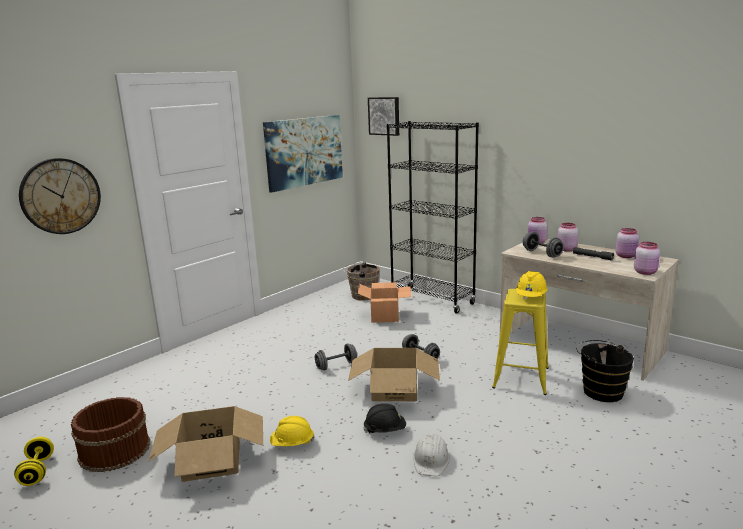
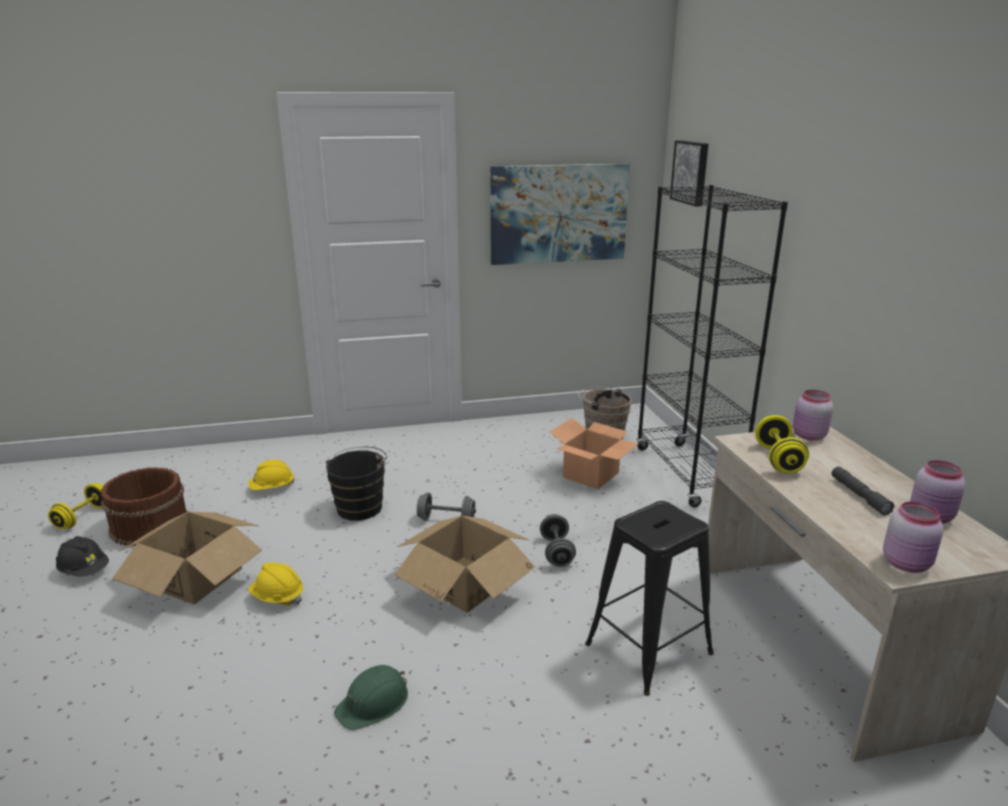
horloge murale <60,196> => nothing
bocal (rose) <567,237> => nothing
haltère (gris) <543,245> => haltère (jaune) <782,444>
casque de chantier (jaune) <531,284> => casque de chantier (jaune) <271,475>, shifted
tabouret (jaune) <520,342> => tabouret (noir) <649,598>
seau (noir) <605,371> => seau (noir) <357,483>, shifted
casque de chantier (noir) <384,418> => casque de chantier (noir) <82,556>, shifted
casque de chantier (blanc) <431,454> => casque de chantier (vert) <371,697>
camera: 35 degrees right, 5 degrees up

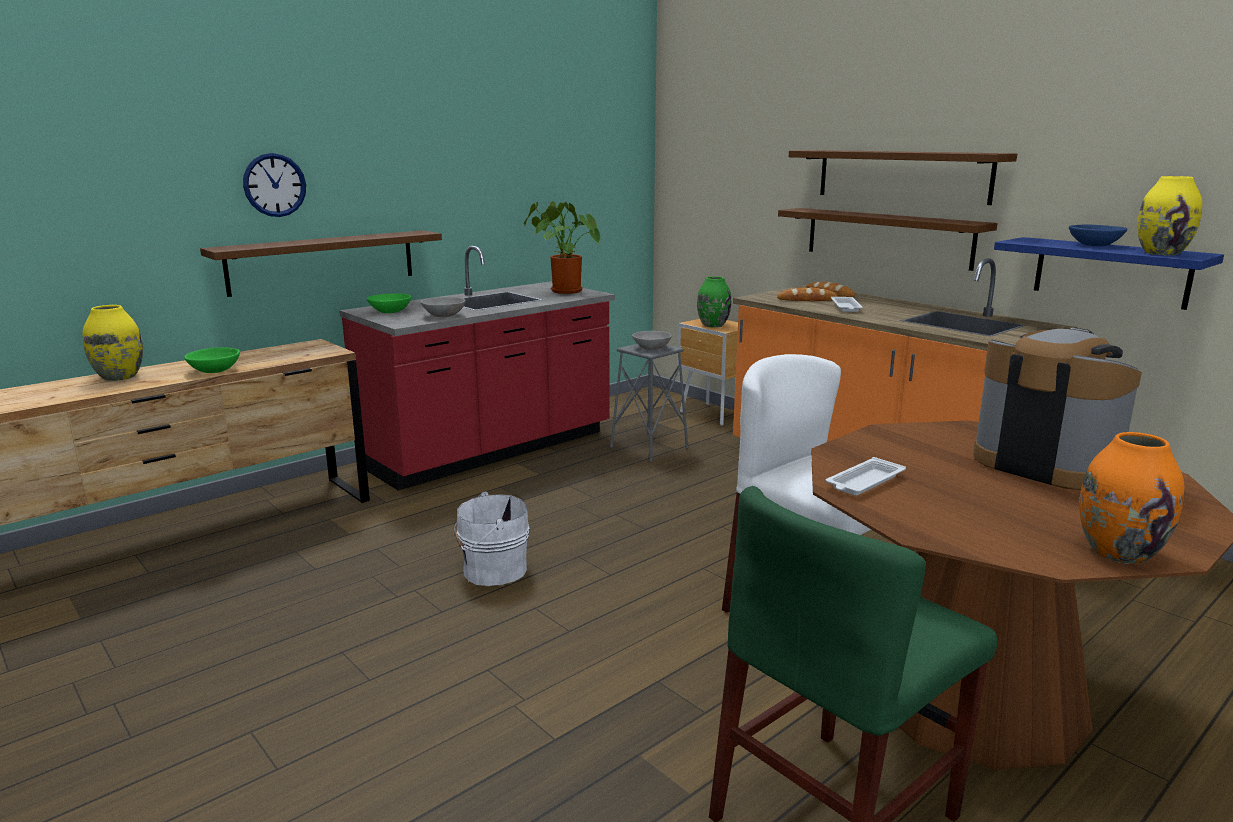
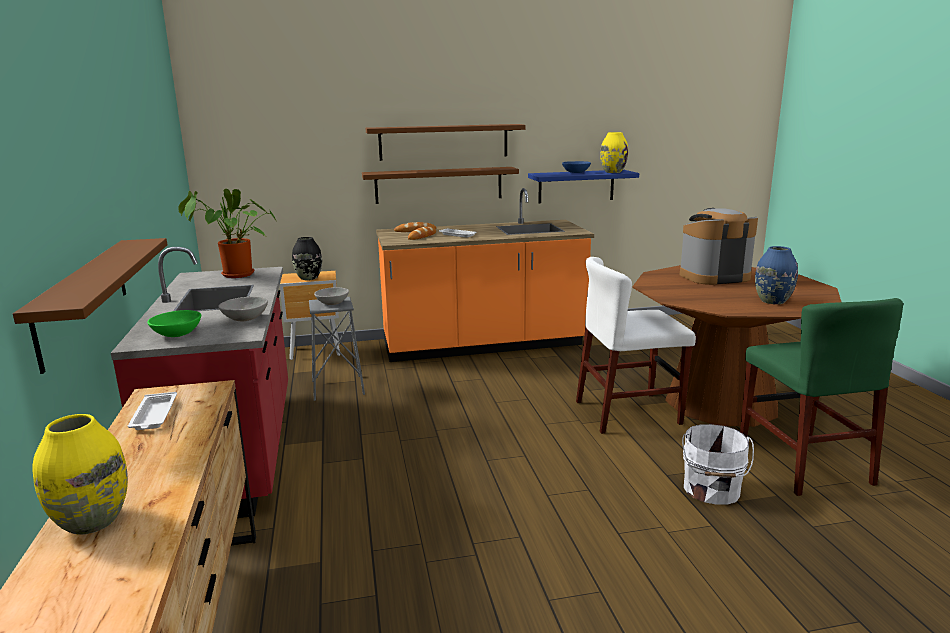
horloge murale <274,185> => nothing
vase (vert) <714,302> => vase (noir) <307,258>
bol (vert) <212,360> => nothing
vase (orange) <1131,498> => nothing
plateau (blanc) <866,476> => plateau (blanc) <152,411>, shifted
seau (blanc) <492,539> => seau (blanc) <718,464>, shifted
nothing => vase (bleu) <776,275>
camera: 60 degrees left, 0 degrees up

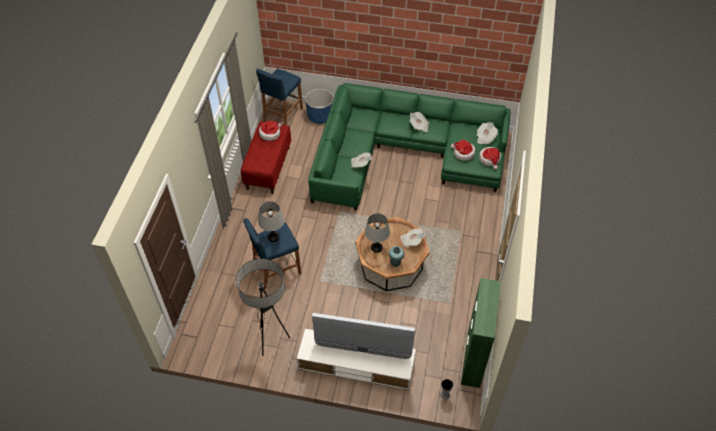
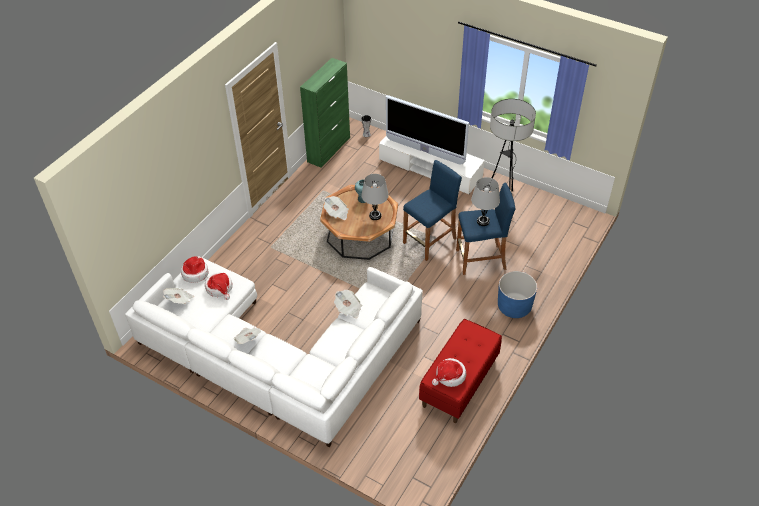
tabouret (bleu) <279,97> => tabouret (bleu) <432,210>, shifted
canapé (vert) <409,147> => canapé (blanc) <274,351>
cache-pot (bleu) <319,106> => cache-pot (bleu) <517,294>, shifted
camera: 160 degrees left, 5 degrees down

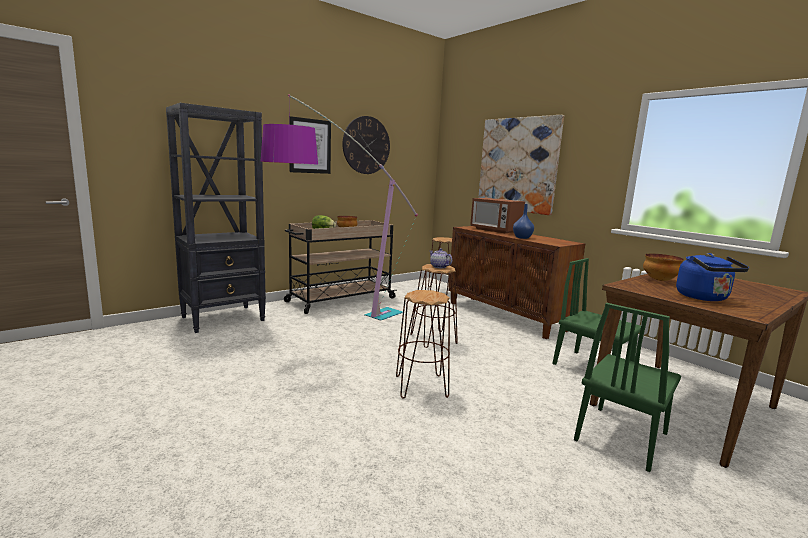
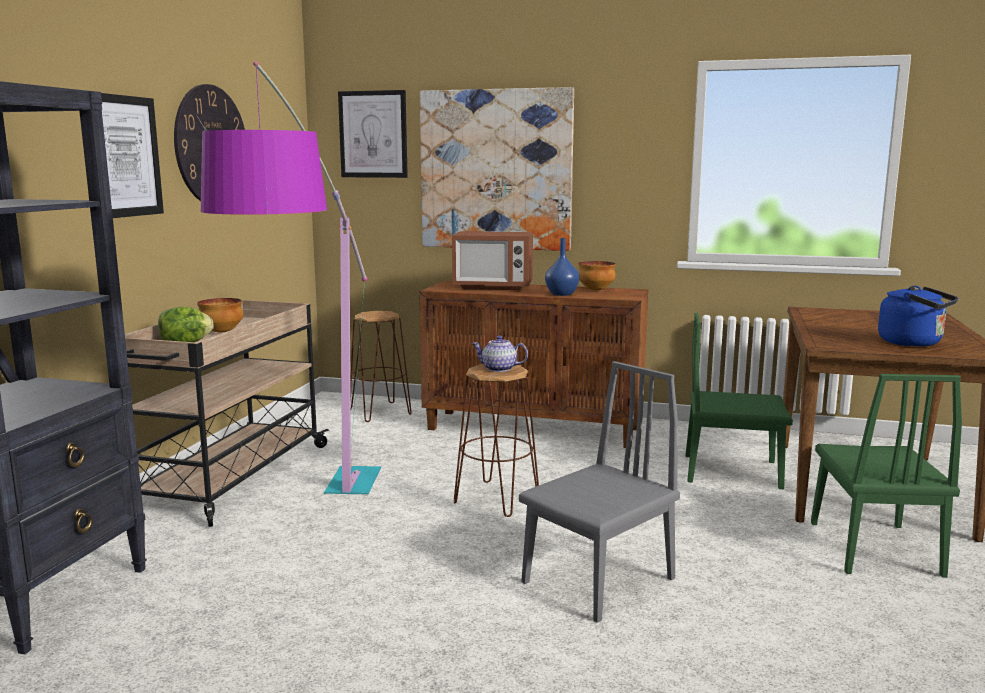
bol <663,267> => bol <597,276>, shifted
tabouret (marron) <423,344> => chaise (gris) <599,492>
nothing => tableau <373,134>
camera: 35 degrees left, 0 degrees up

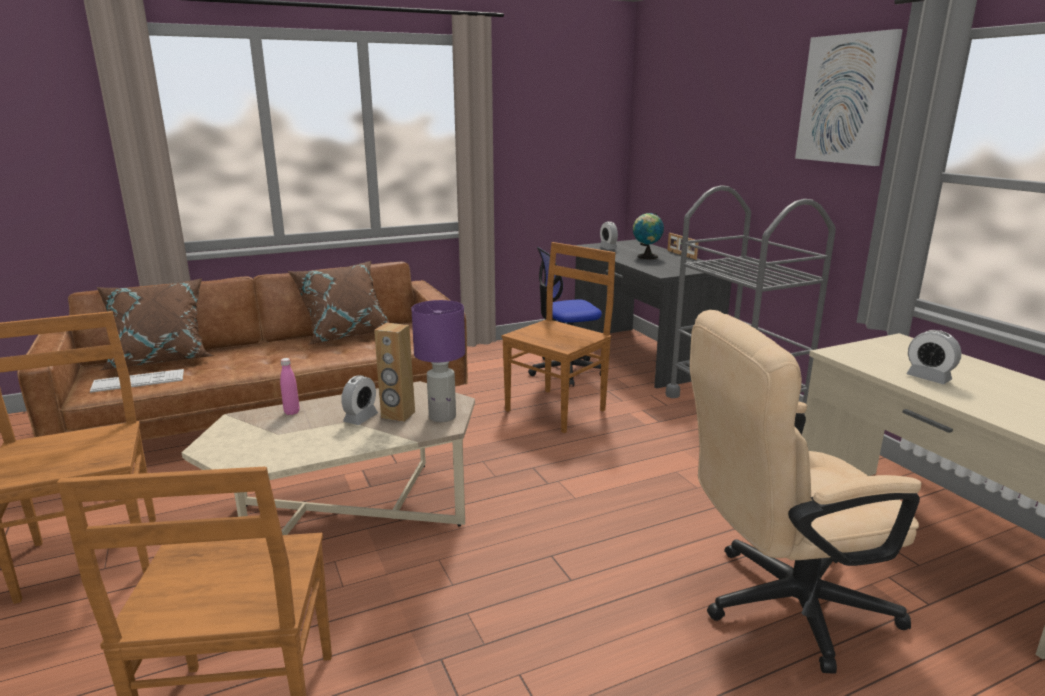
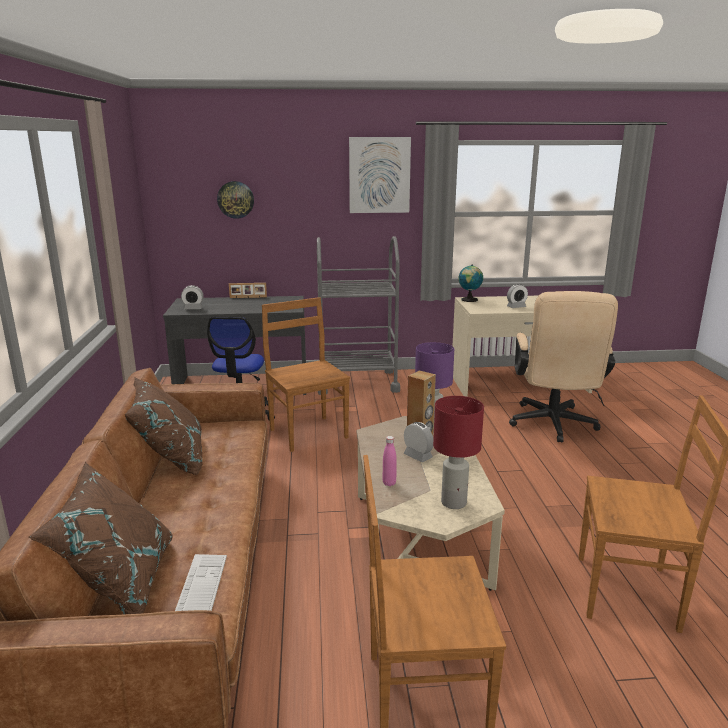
globe <648,236> => globe <470,283>, shifted
nothing => horloge murale <235,200>
nothing => lampe de table (rouge) <458,452>
camera: 70 degrees left, 0 degrees up

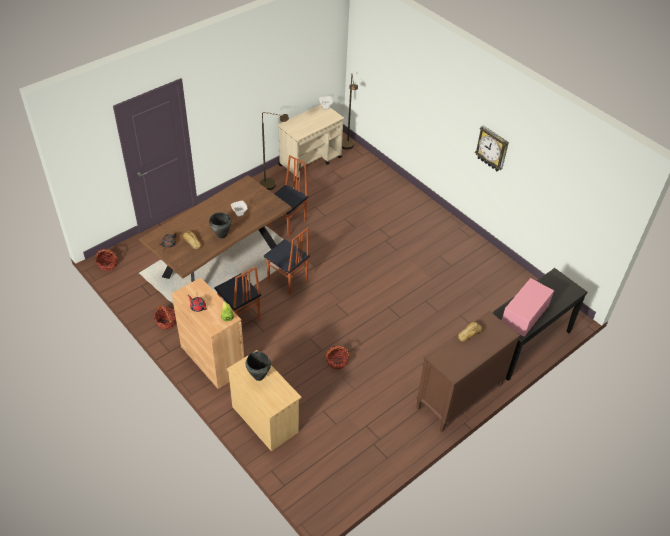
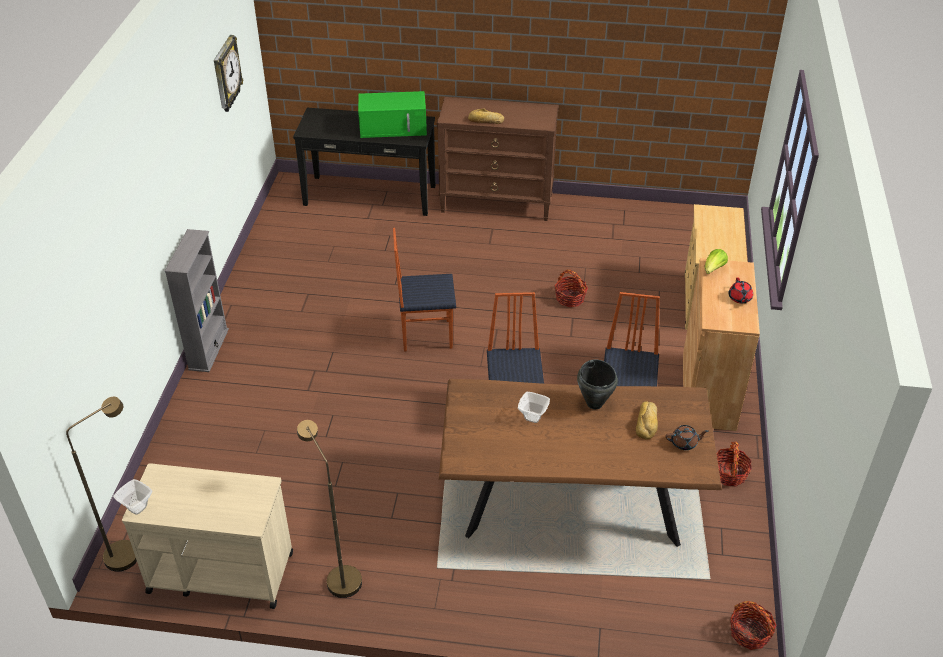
horloge murale <492,148> => horloge murale <228,73>, shifted
chaise <288,195> => chaise <424,289>, shifted
micro-ondes (rose) <528,307> => micro-ondes (vert) <392,114>
marmite (noir) <258,366> => nothing
nothing => bibliothèque (gris) <197,300>
camera: 130 degrees left, 5 degrees down

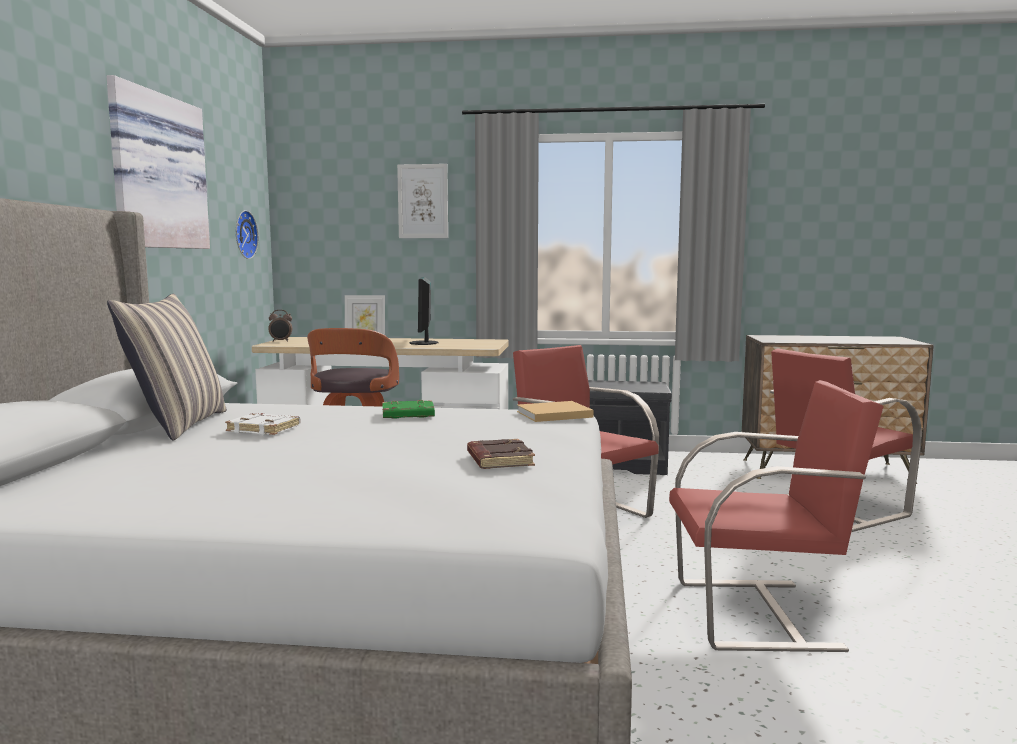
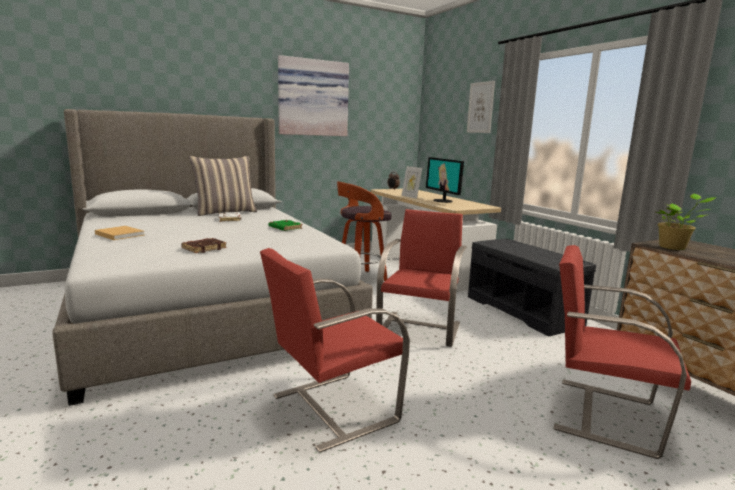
horloge murale <247,234> => nothing
écran d'ordinateur <423,311> => écran d'ordinateur <445,180>, 75 degrees counterclockwise
chaise (rouge) <776,516> => chaise (rouge) <335,350>, 90 degrees clockwise
livre (beige) <555,411> => livre (beige) <119,233>, shifted
nothing => plante en pot <686,222>
camera: 55 degrees right, 5 degrees up

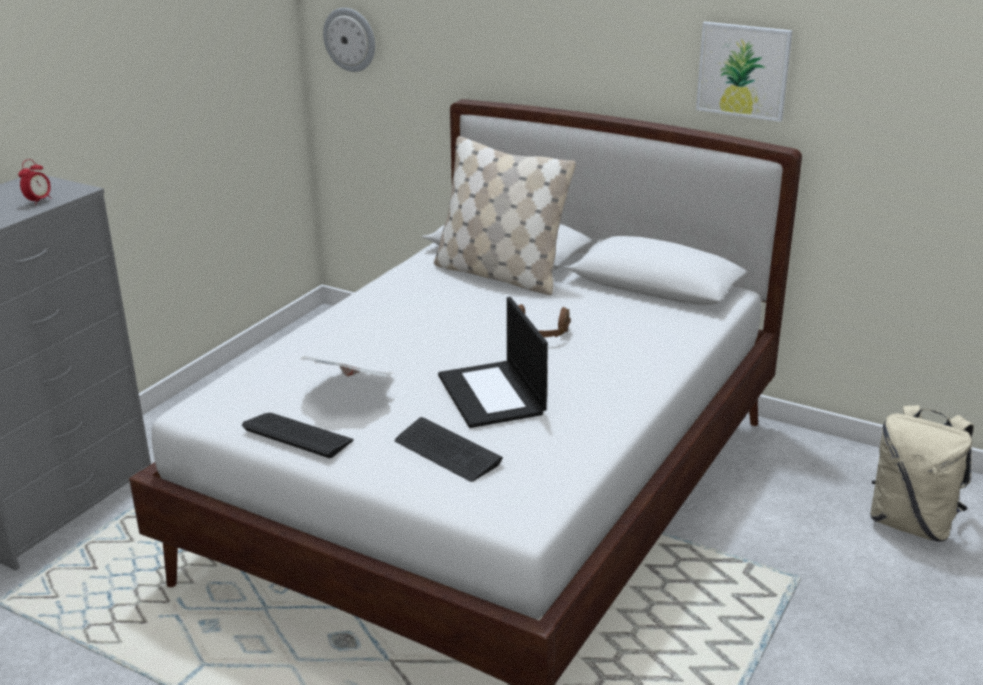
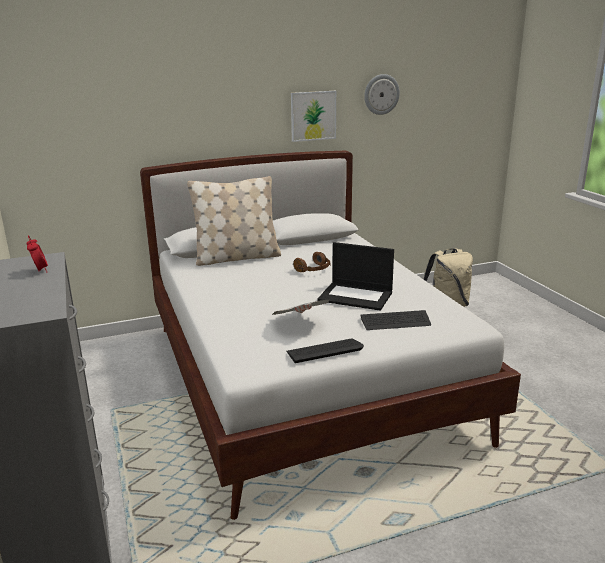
horloge murale <349,40> => horloge murale <382,94>, shifted
camera: 50 degrees left, 5 degrees down

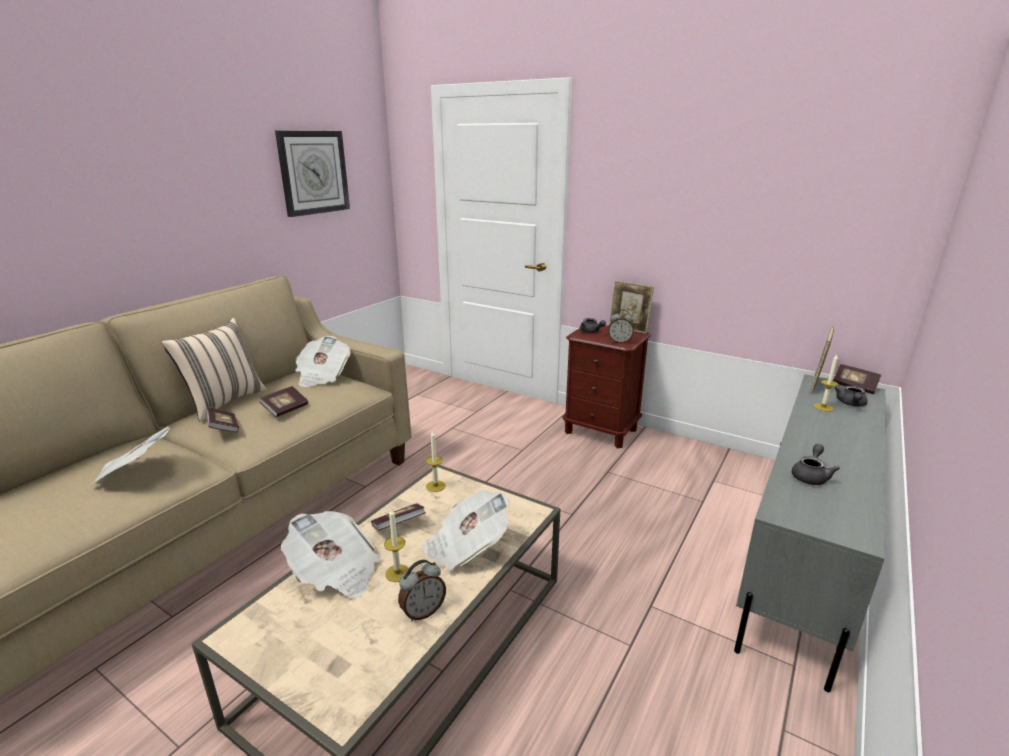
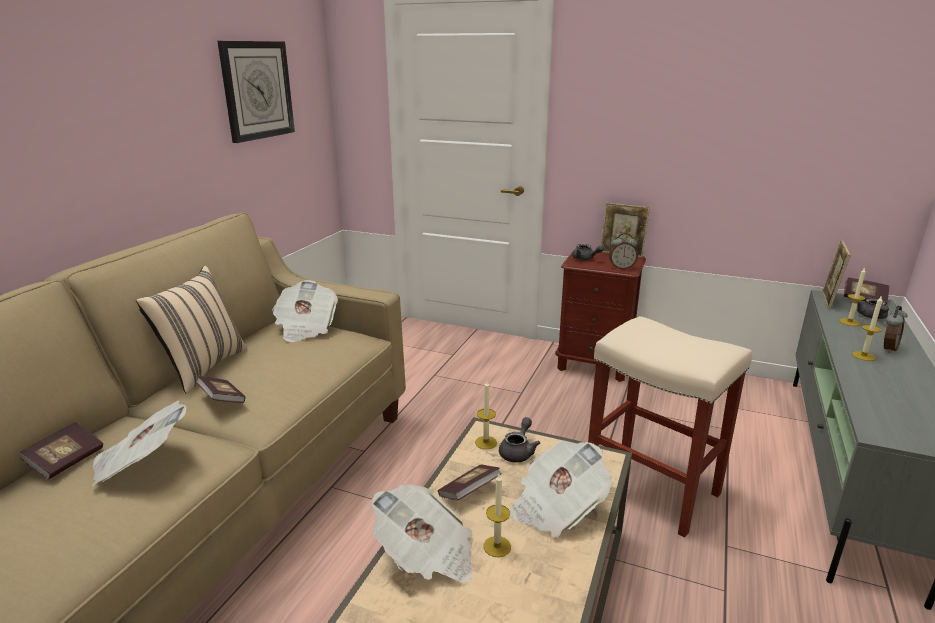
livre <284,401> => livre <61,450>, shifted
théière (gris) <816,464> => théière (gris) <519,440>, shifted
réveil <422,590> => réveil <896,329>, shifted
nothing => bougie <867,328>
nothing => tabouret (beige) <670,427>
camera: 10 degrees left, 0 degrees up

